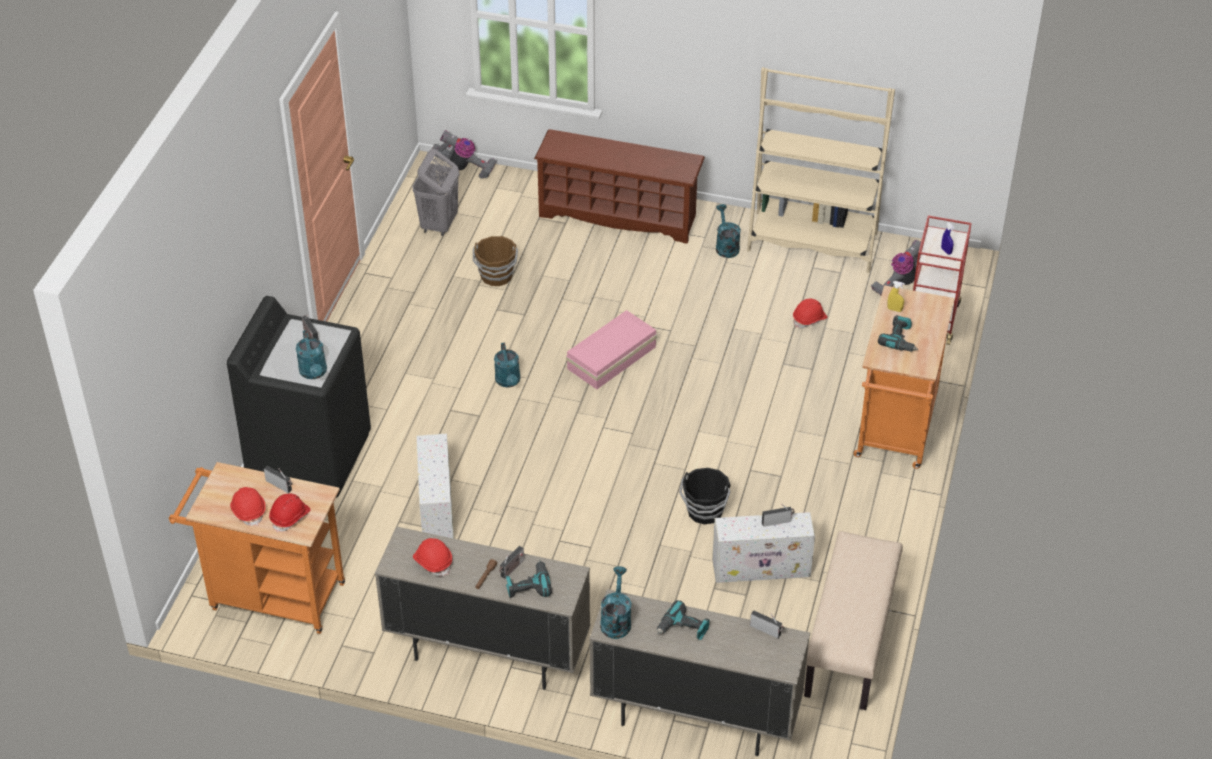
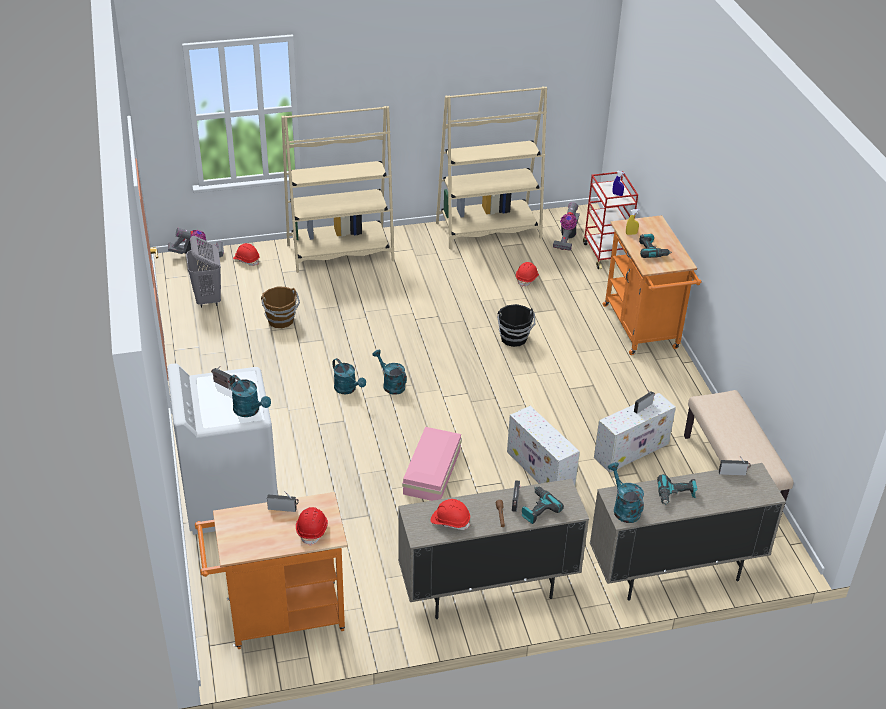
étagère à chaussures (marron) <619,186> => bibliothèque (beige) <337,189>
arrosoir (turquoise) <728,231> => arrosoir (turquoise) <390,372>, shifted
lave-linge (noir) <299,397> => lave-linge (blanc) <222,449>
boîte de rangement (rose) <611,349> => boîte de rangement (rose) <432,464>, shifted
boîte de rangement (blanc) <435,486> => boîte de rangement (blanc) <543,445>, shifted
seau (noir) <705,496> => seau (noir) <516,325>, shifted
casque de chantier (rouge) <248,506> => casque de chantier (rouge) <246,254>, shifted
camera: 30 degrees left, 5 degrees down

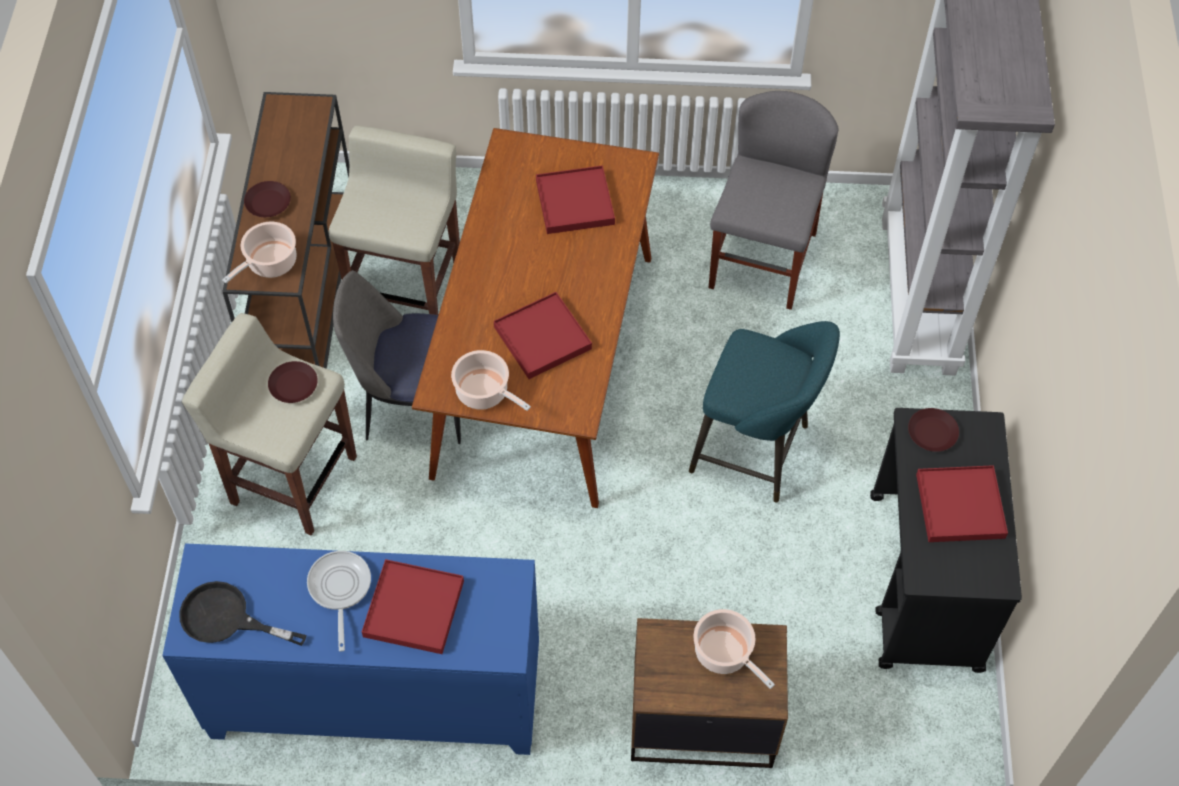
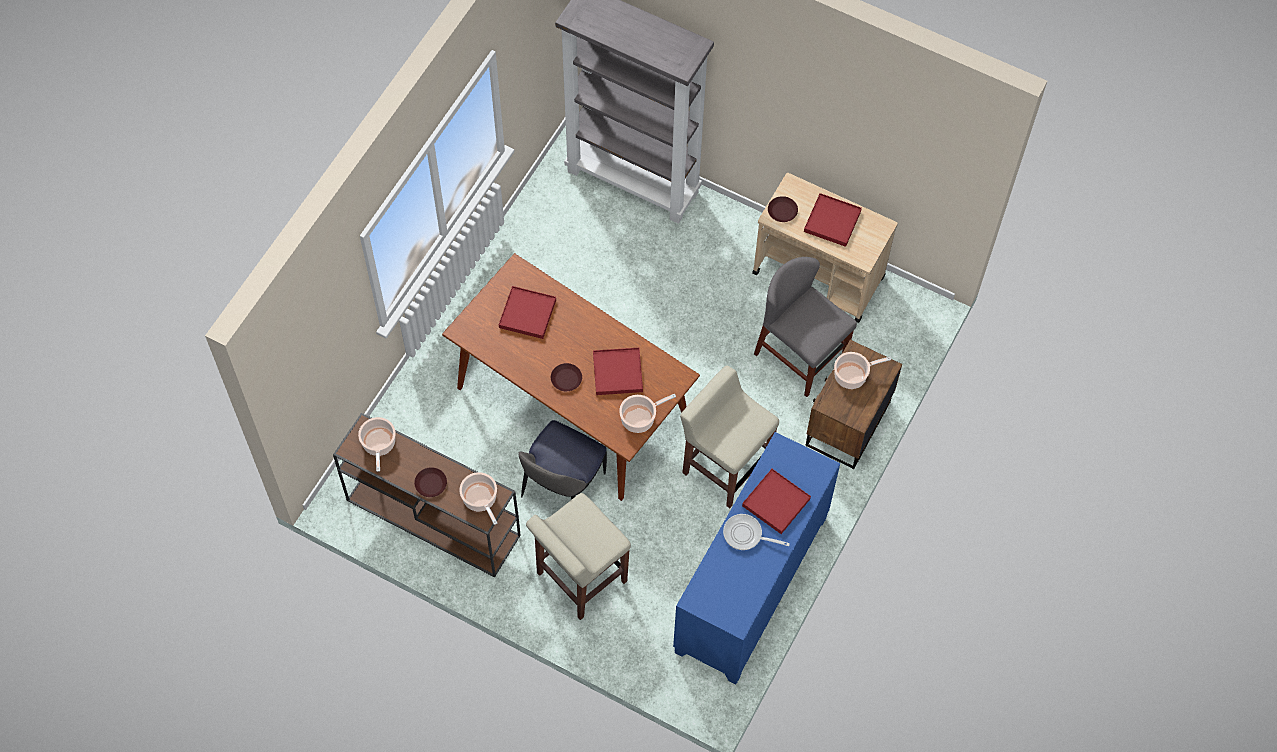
chaise (gris) <773,200> => chaise (gris) <805,327>, shifted
tabouret (beige) <394,220> => tabouret (beige) <729,437>, shifted
tabouret (turquoise) <764,412> => nothing
assiette (marron) <293,382> => assiette (marron) <566,377>, shifted
chariot (noir) <946,540> => chariot (beige) <825,248>
poêle (noir) <243,613> => nothing
nothing => marmite <377,444>
camera: 65 degrees left, 5 degrees up

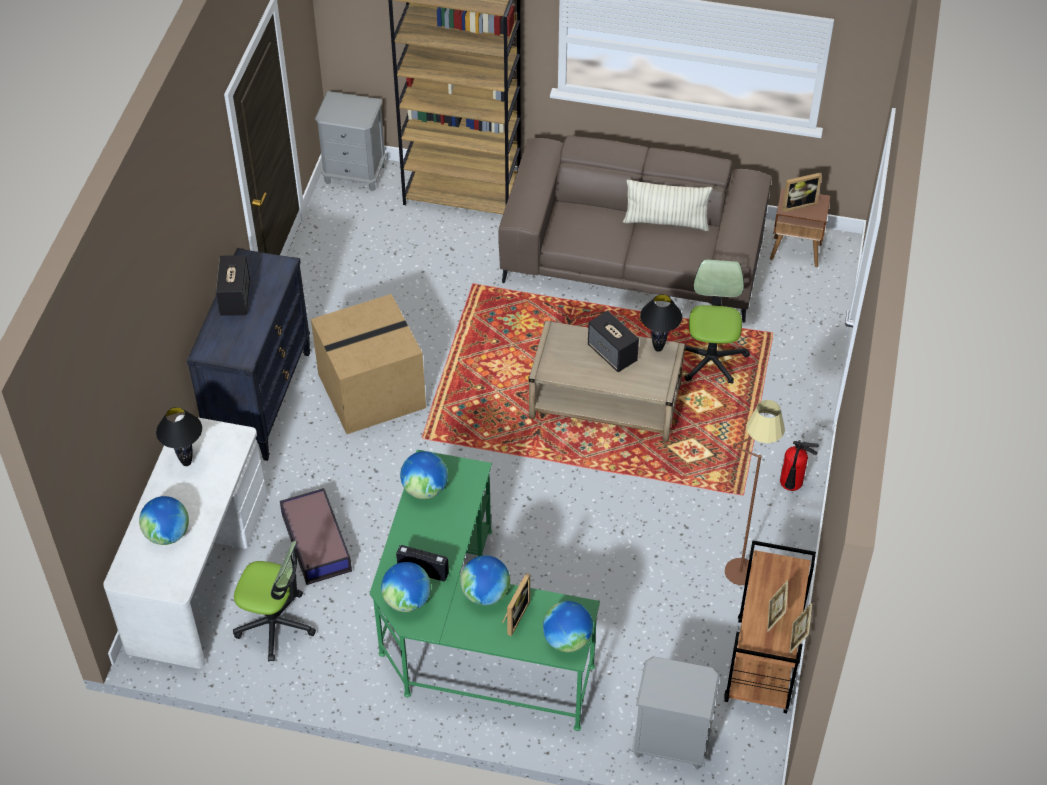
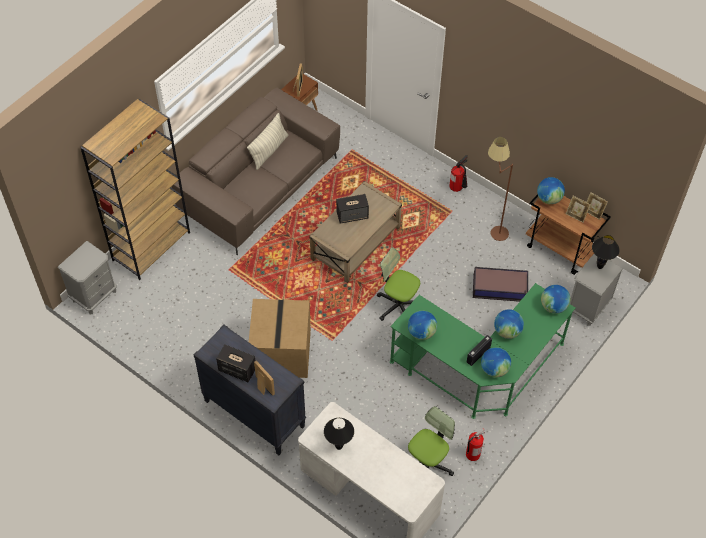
chaise de bureau <717,321> => chaise de bureau <398,284>, shifted
lampe de table (noir) <661,323> => lampe de table (noir) <606,252>, shifted
boîte de rangement <316,536> => boîte de rangement <500,284>, shifted
globe <164,520> => globe <551,190>, shifted
cadre photo <516,604> => cadre photo <264,378>, shifted
nothing => extincteur <475,445>
camera: 65 degrees left, 5 degrees up

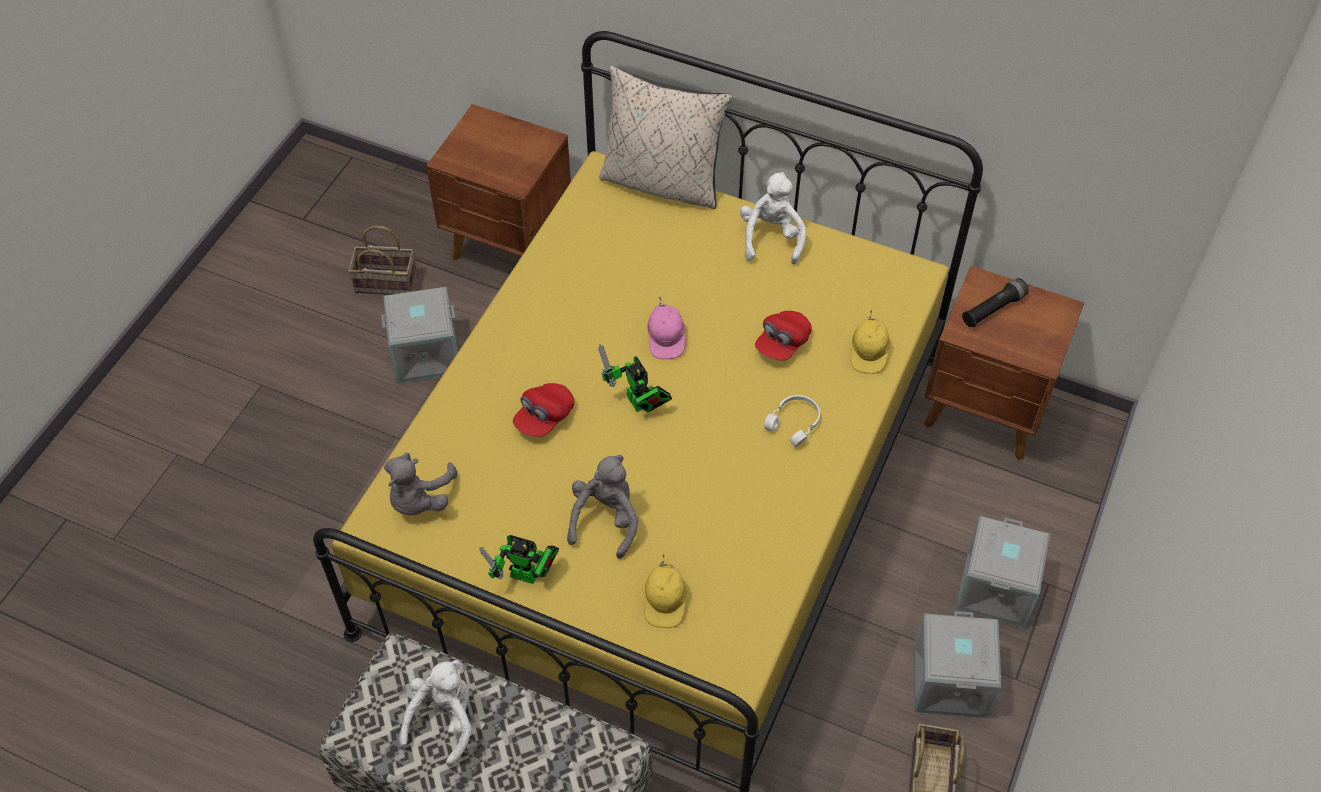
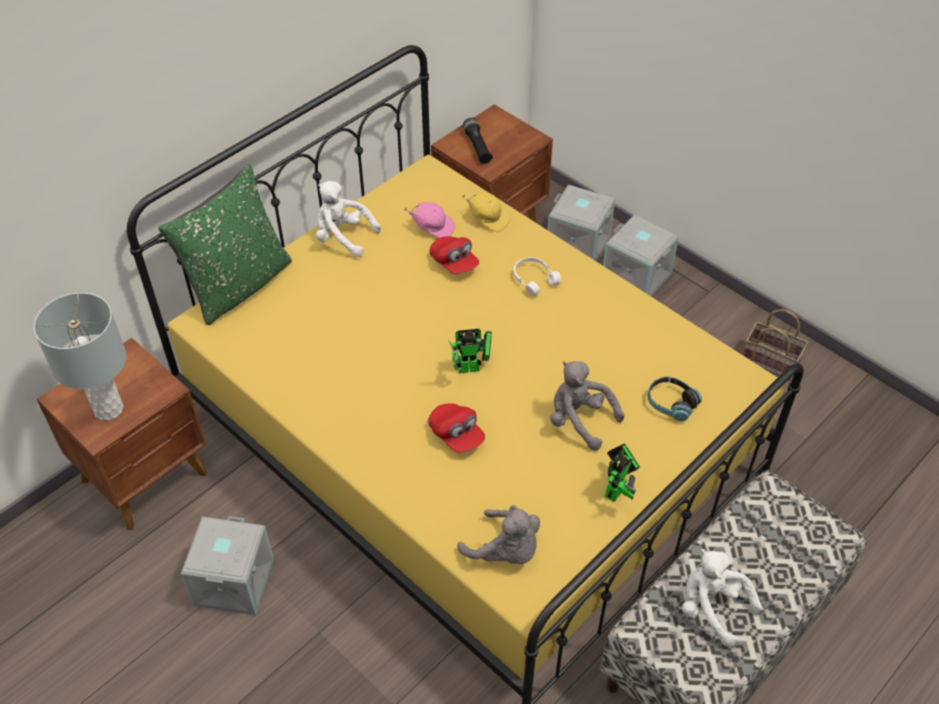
coussin (beige) <665,137> => coussin (vert) <225,245>
panier <382,260> => nothing
casquette (rose) <666,328> => casquette (rose) <429,220>, shifted
casquette (jaune) <665,591> => casque audio <674,399>
boîte de rangement (gris) <958,664> => boîte de rangement (gris) <581,223>, shifted
nothing => lampe de table (gris) <80,357>
camera: 70 degrees left, 5 degrees down

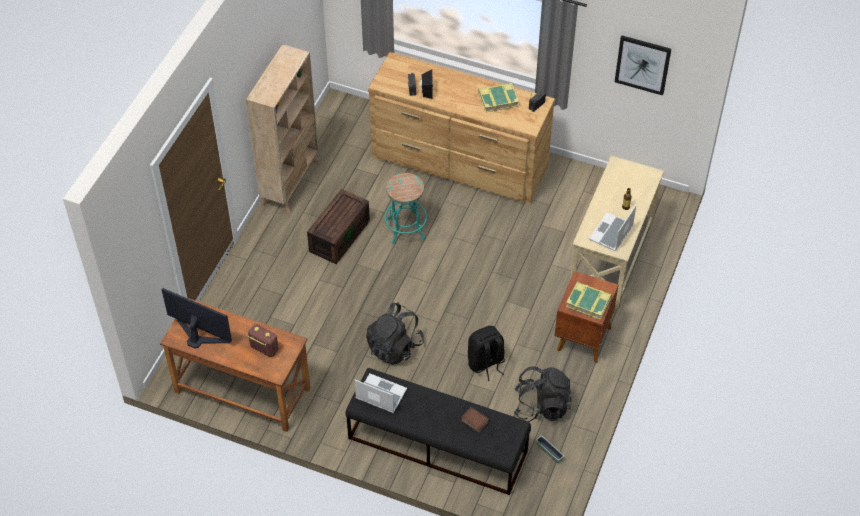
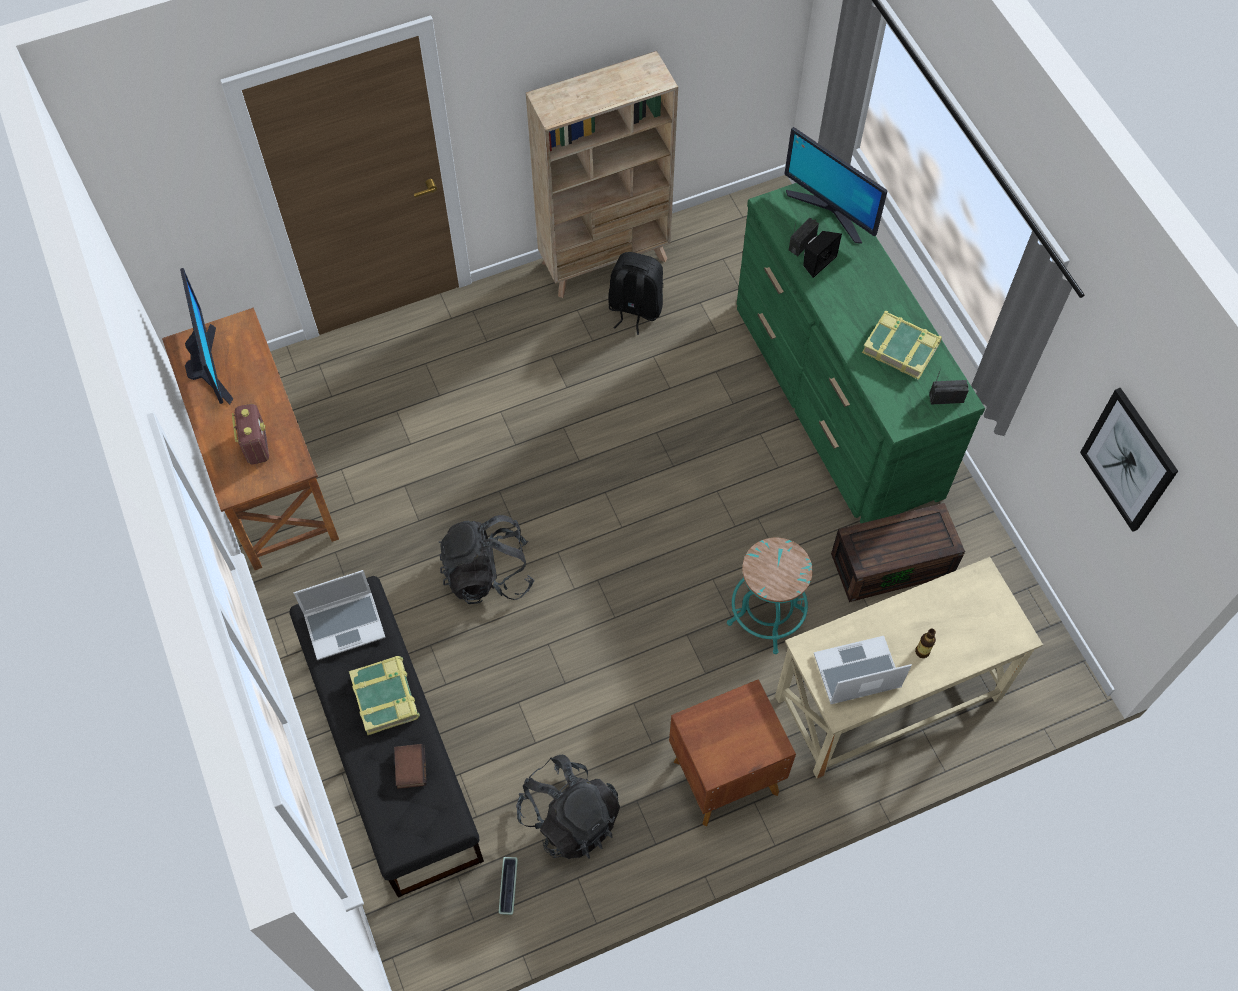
commode (marron) <461,128> => commode (vert) <861,353>
tabouret (turquoise) <405,208> => tabouret (turquoise) <770,596>, shifted
boîte de rangement (marron) <338,226> => boîte de rangement (marron) <898,552>, shifted
livre <589,300> => livre <384,695>, shifted
sac à dos (noir) <486,353> => sac à dos (noir) <635,293>, shifted
ordinateur portable <381,393> => ordinateur portable <340,615>, 90 degrees clockwise
nothing => écran d'ordinateur <836,185>
camera: 45 degrees right, 10 degrees up

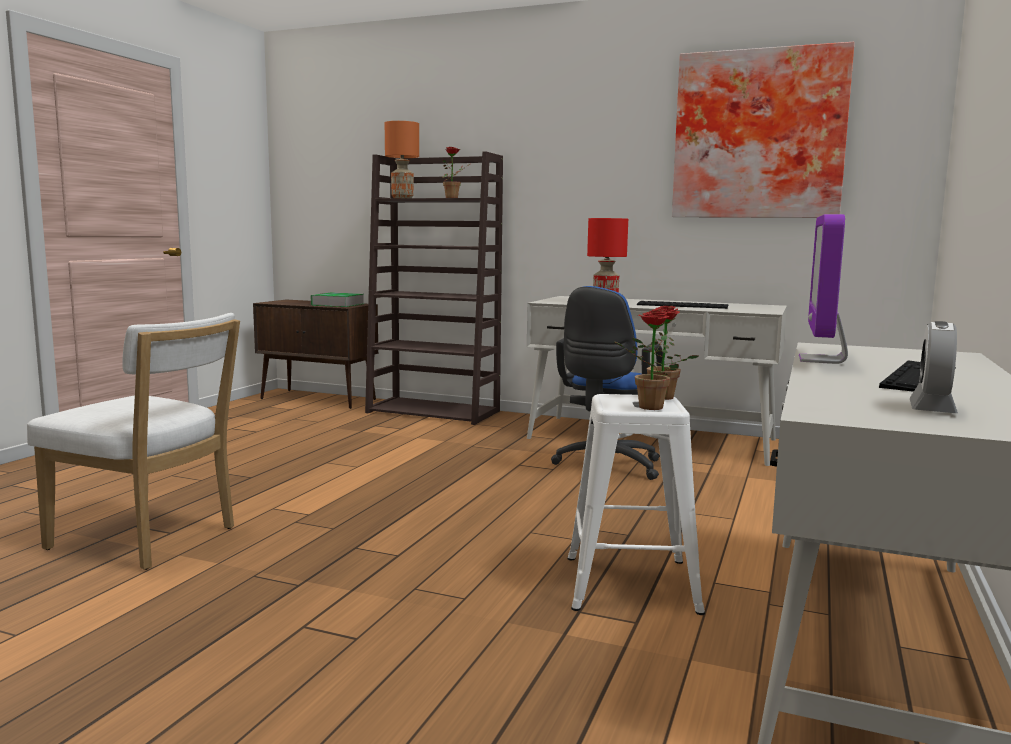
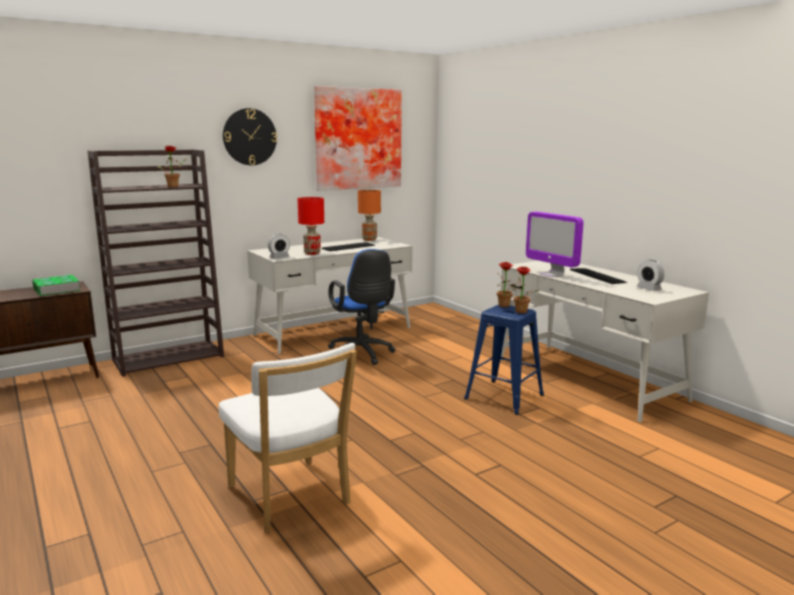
lampe de table (orange) <402,159> => lampe de table (orange) <369,215>, shifted
chaise (blanc) <133,441> => chaise (blanc) <288,438>, 90 degrees clockwise
tabouret (blanc) <636,504> => tabouret (bleu) <504,360>
nothing => horloge murale <250,136>
nothing => réveil <279,246>
camera: 55 degrees left, 5 degrees up

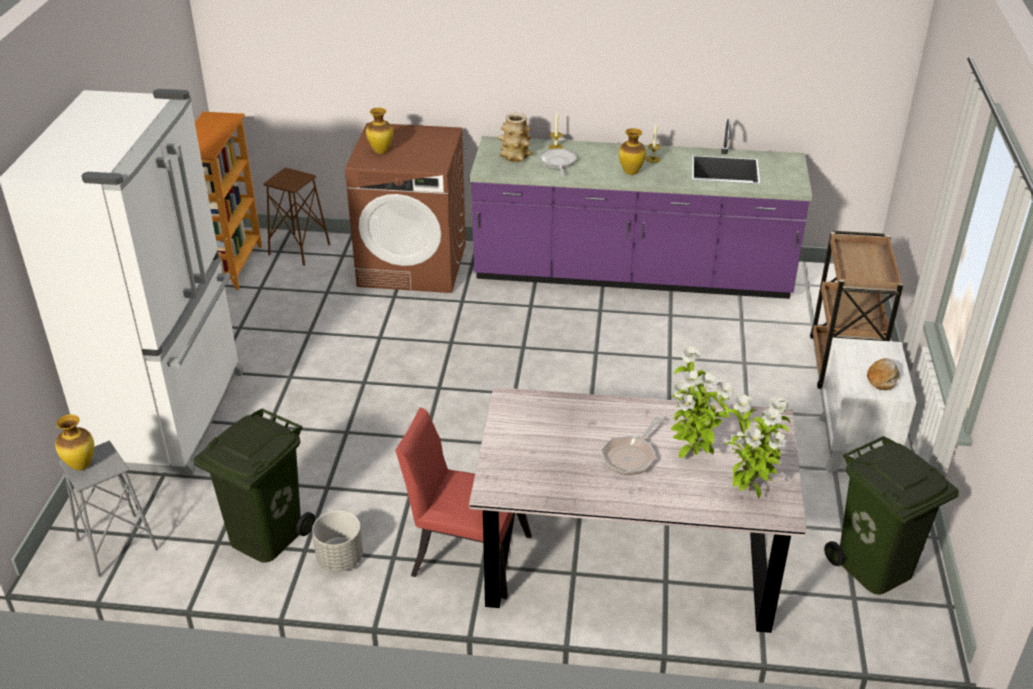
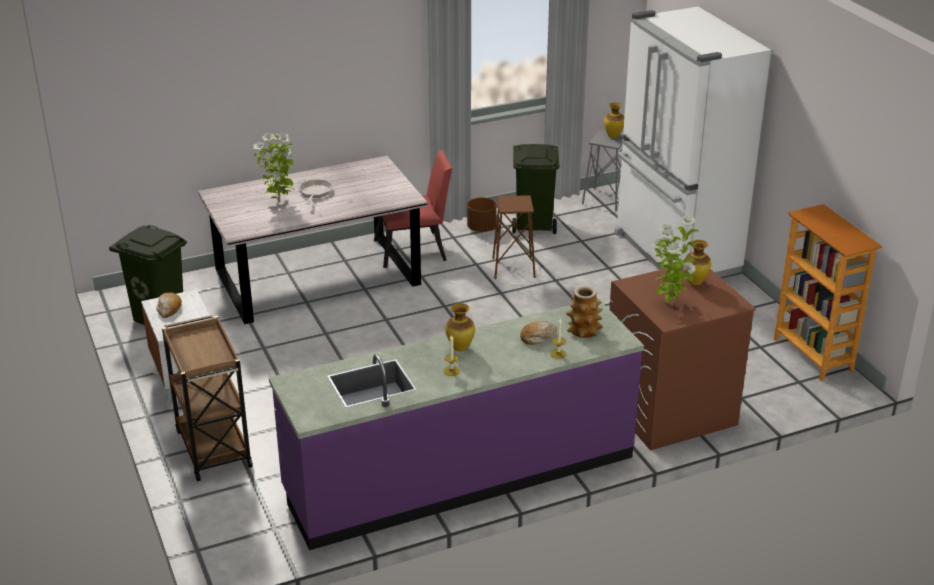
poêle <557,161> => pain <538,333>
tabouret (marron) <296,216> => tabouret (marron) <514,237>, shifted
plante en pot <757,446> => plante en pot <676,260>, shifted
cache-pot (gris) <337,541> => cache-pot (marron) <482,215>
camera: 150 degrees right, 5 degrees down

